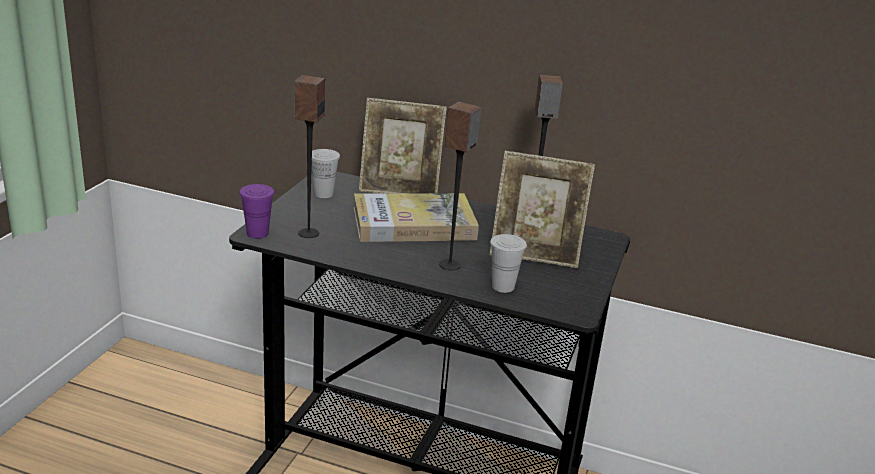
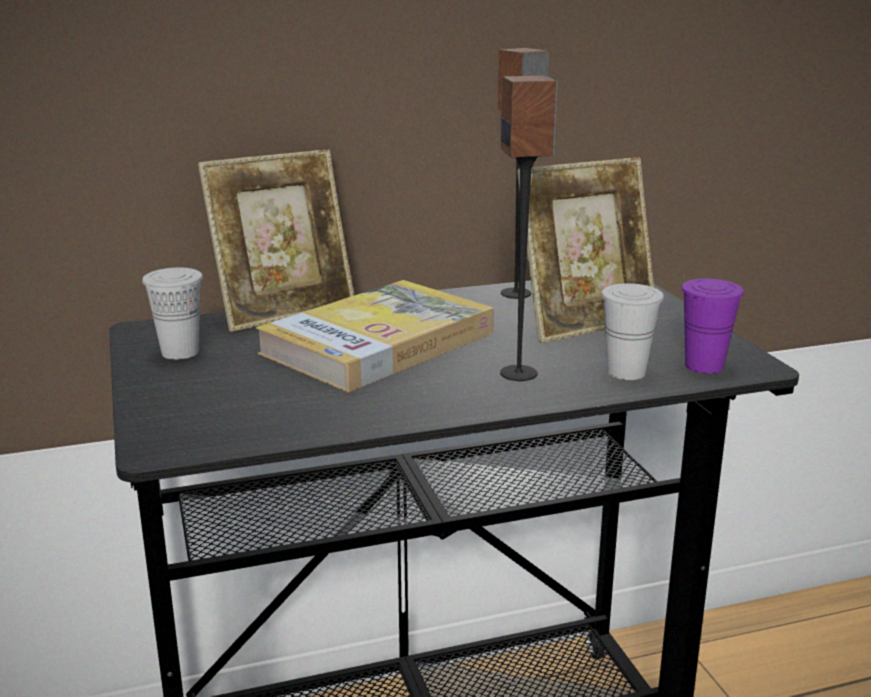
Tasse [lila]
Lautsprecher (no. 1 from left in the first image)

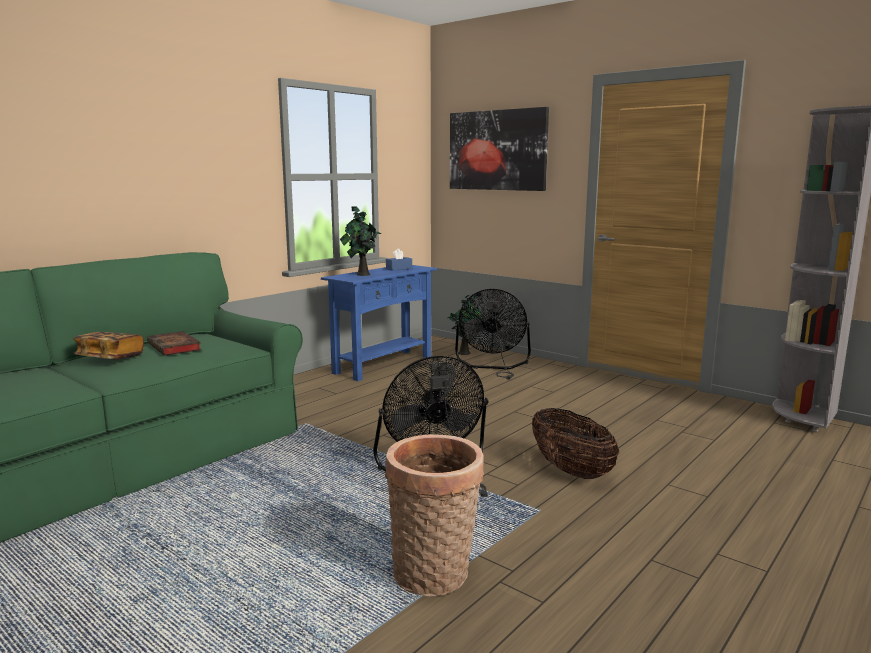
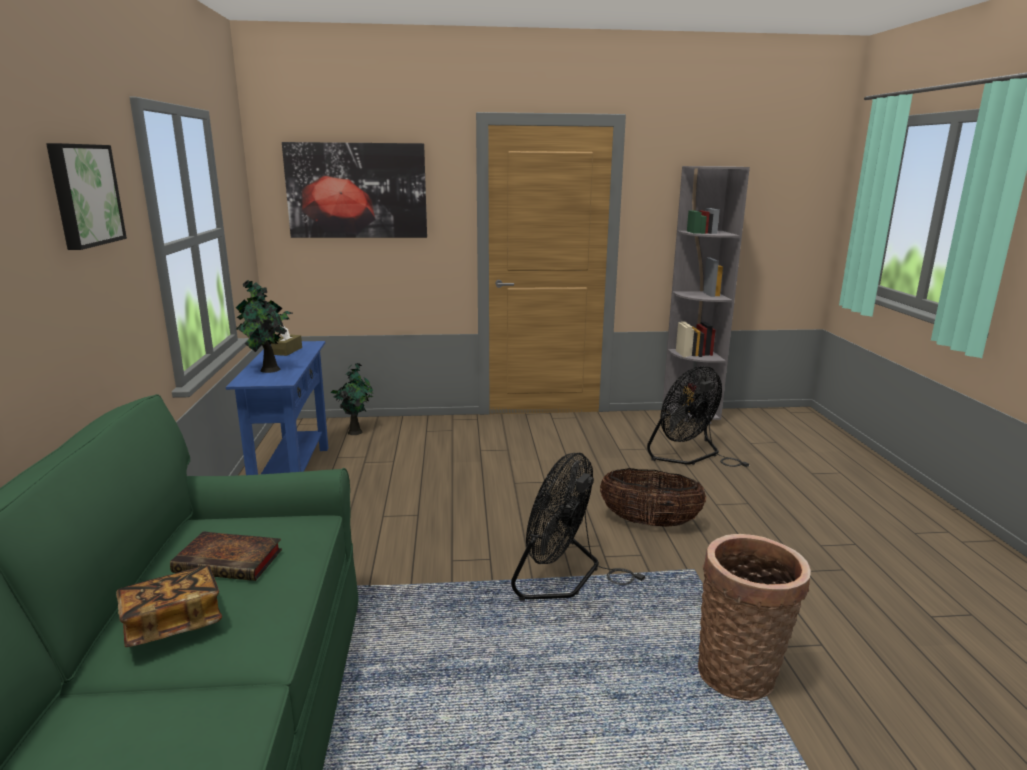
Bild (no. 1 from left)
Taschentuchbox [braun]
Ventilator [schwarz] (no. 2 from left)

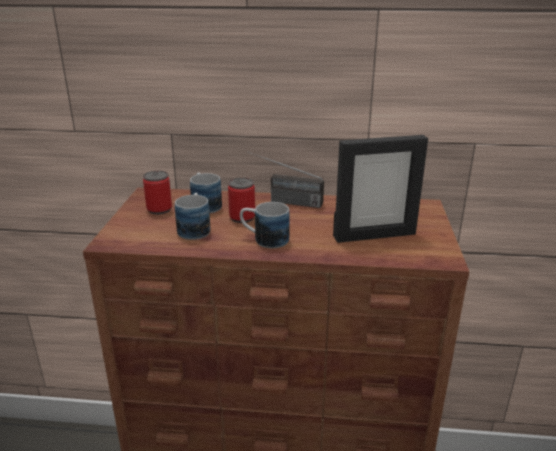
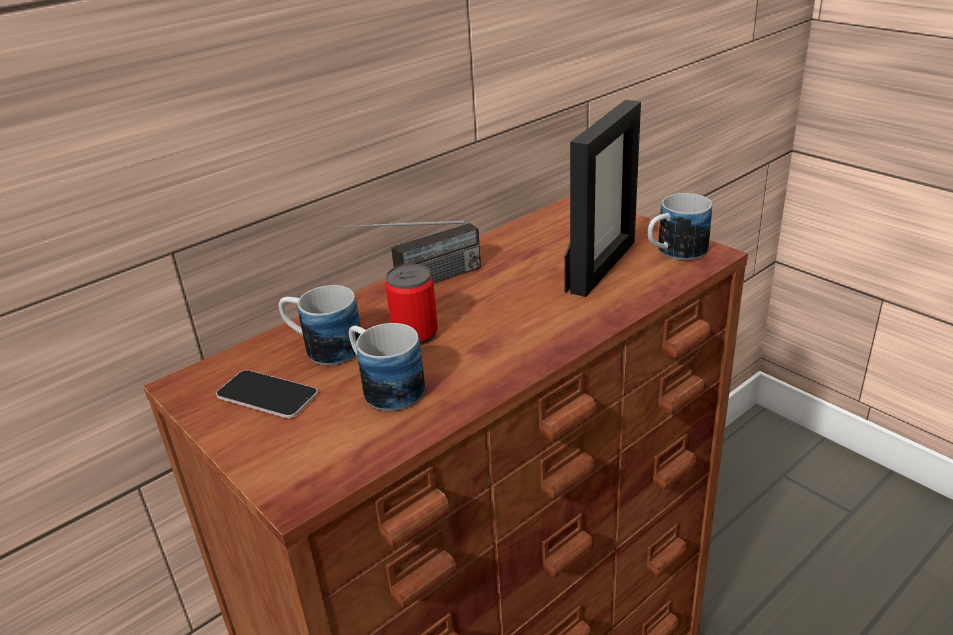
Handy
Henkelbecher (no. 3 from left)

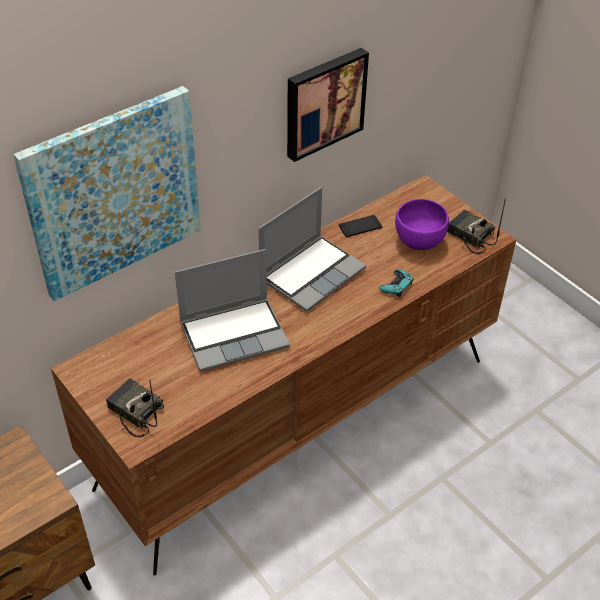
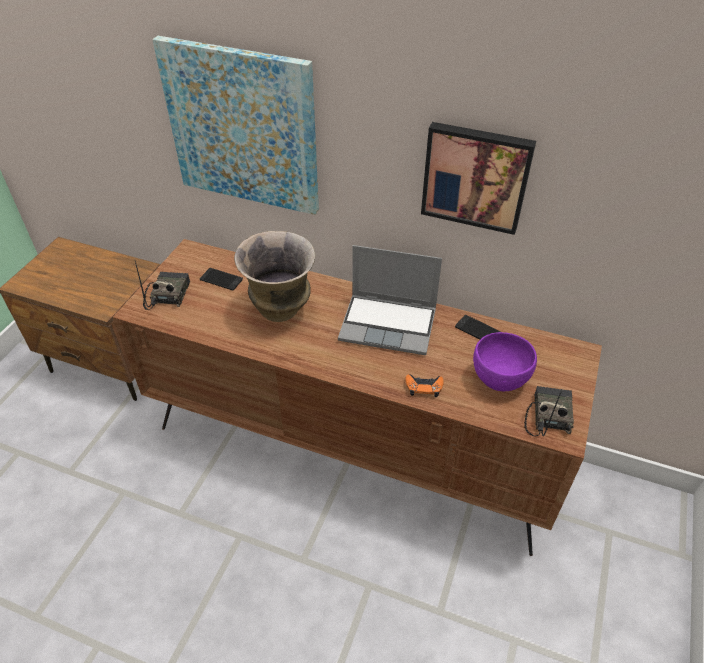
Handy (no. 1 from left)
Vase
Gamepad [orange]

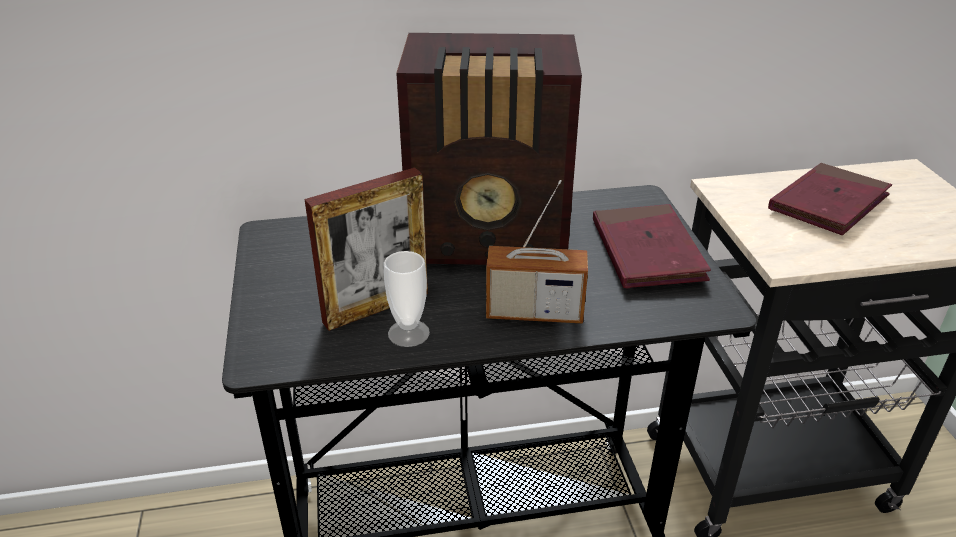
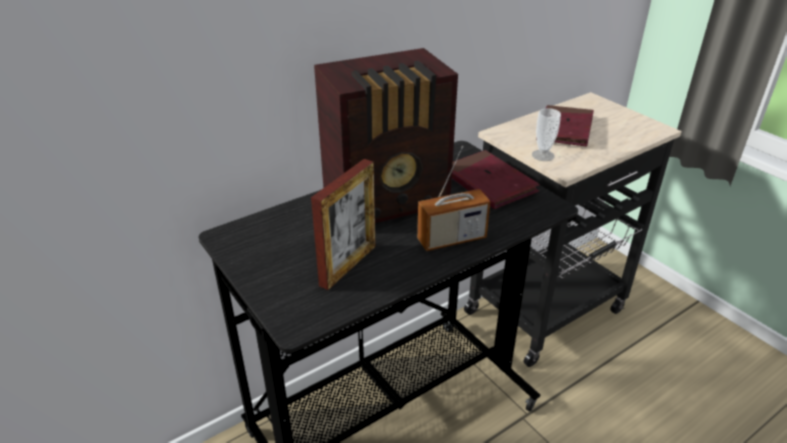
Tasse

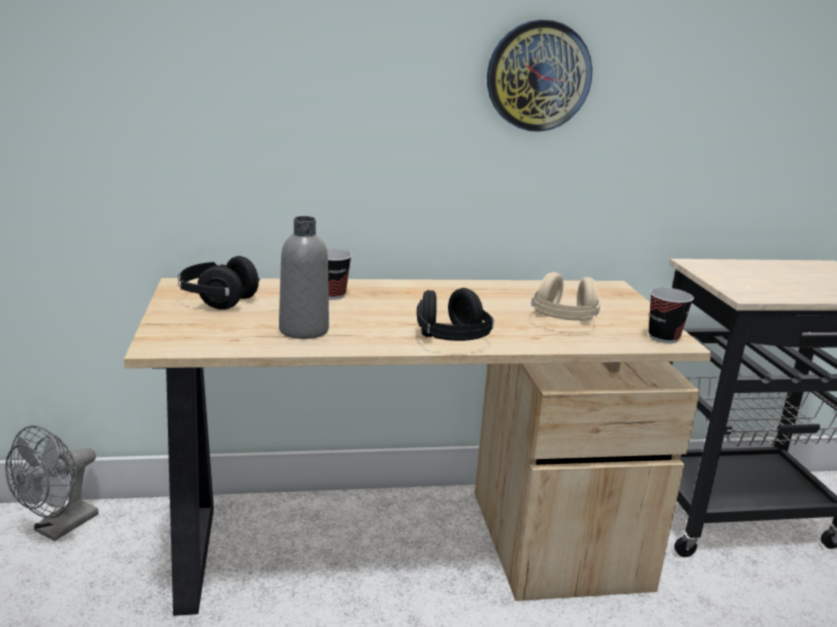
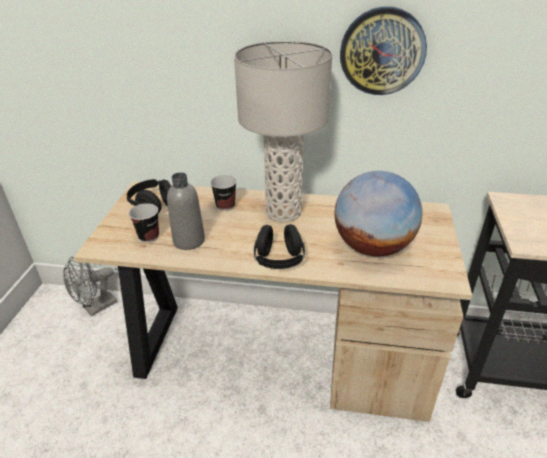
Tasse (no. 1 from left)
Tischlampe [weiß]
Globus

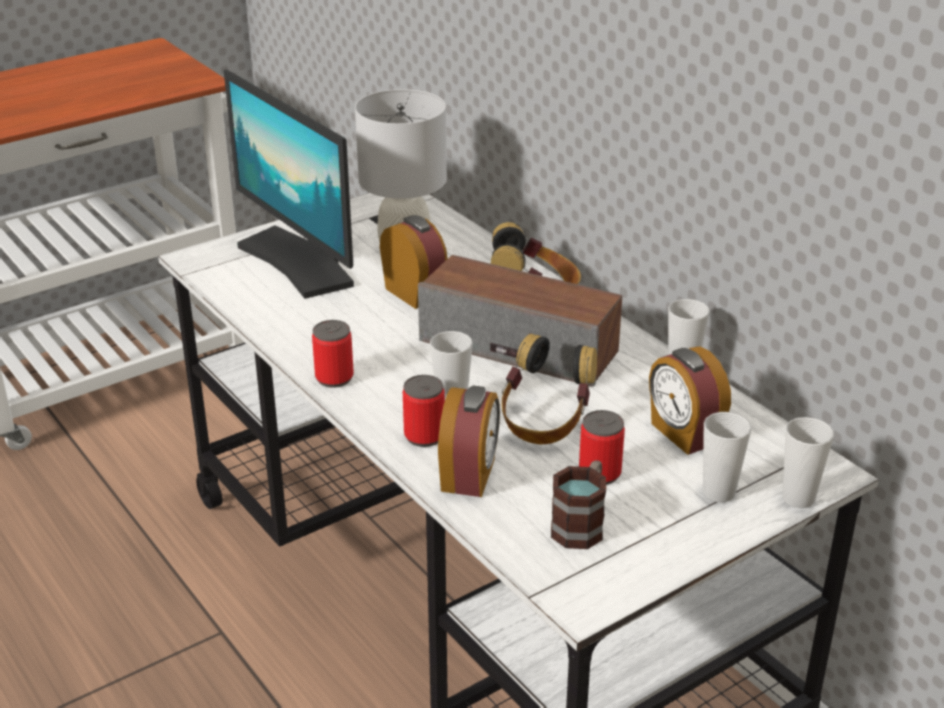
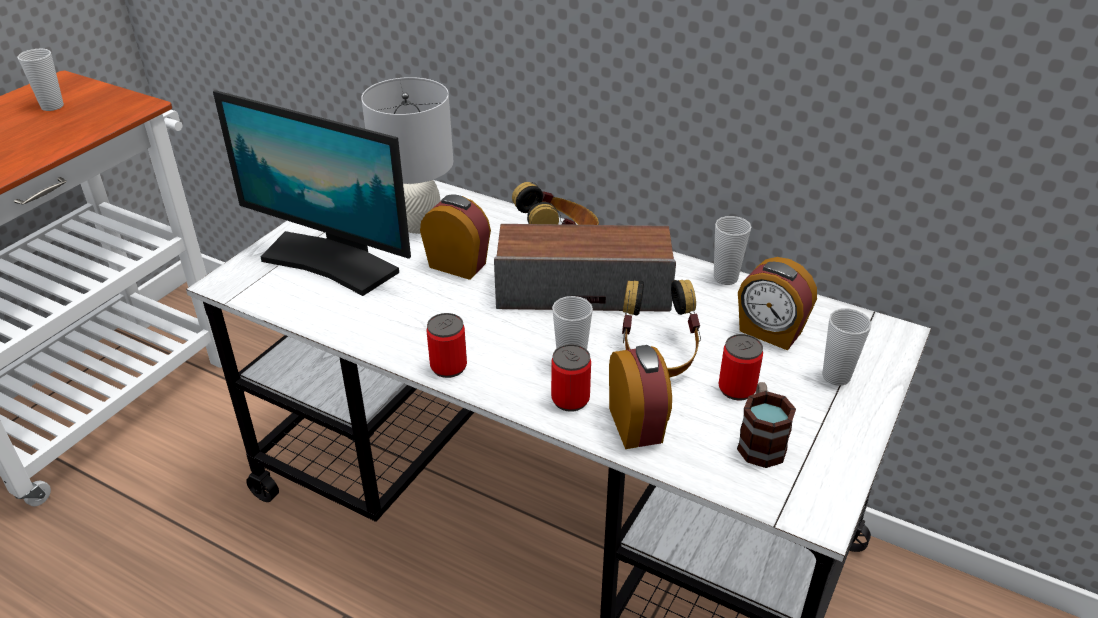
Tasse (no. 1 from left)

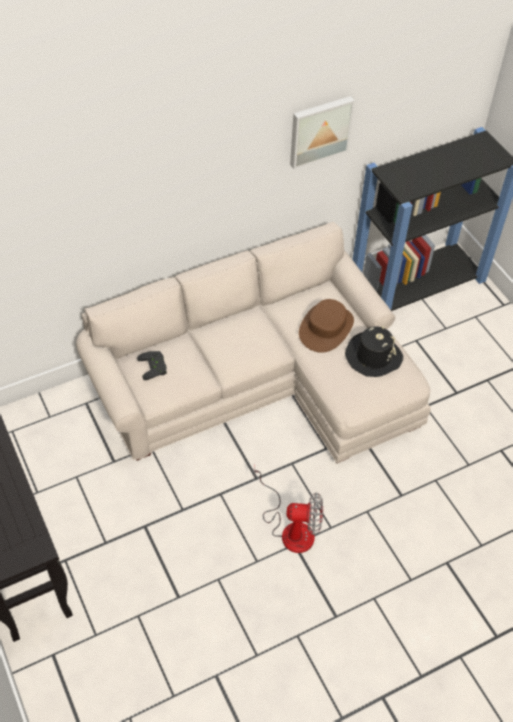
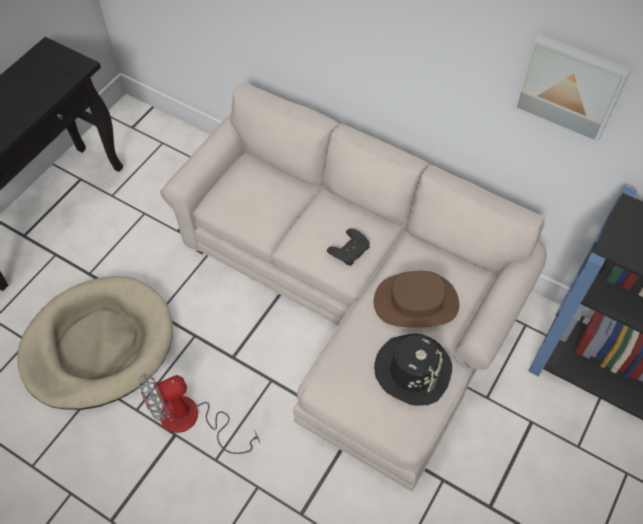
Hundebett [beige]
Ventilator
Gamepad [schwarz]

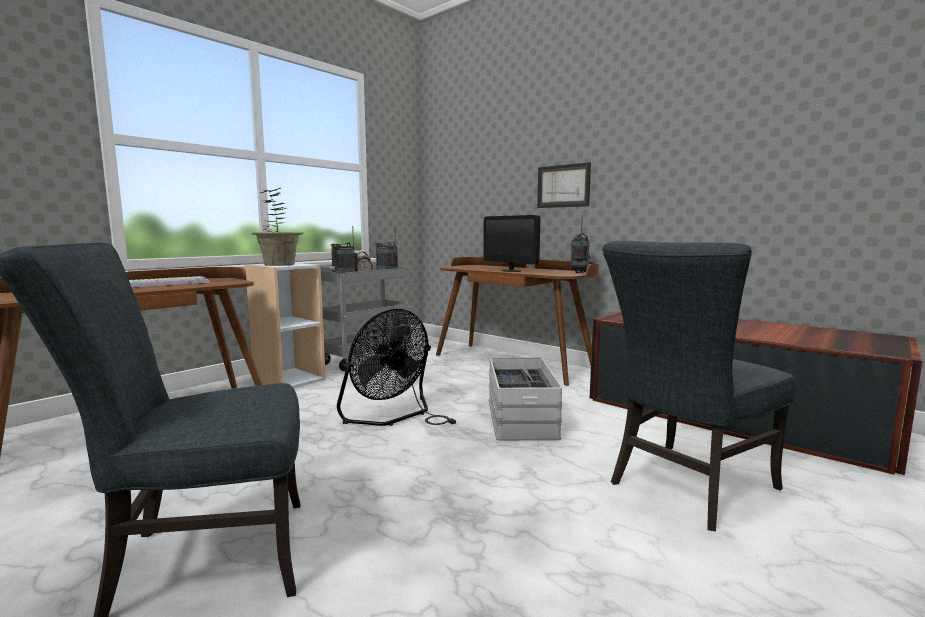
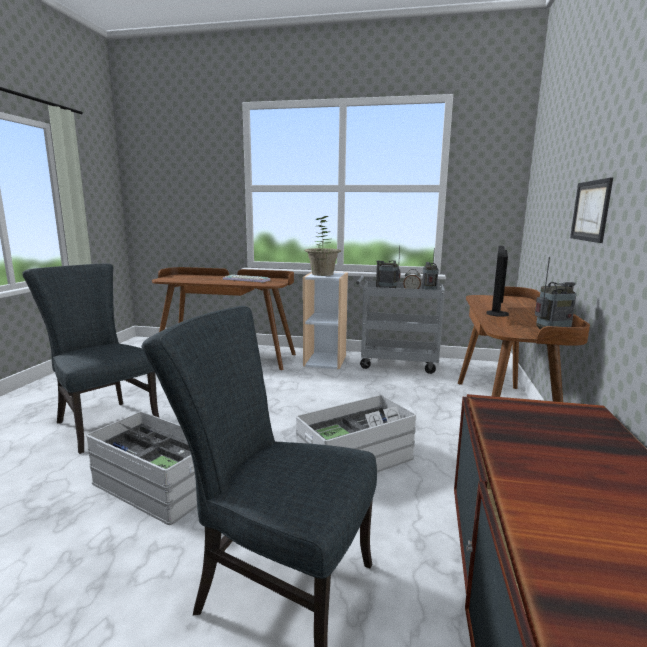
Aufbewahrungsbox [grau] (no. 1 from left)
Ventilator [schwarz]

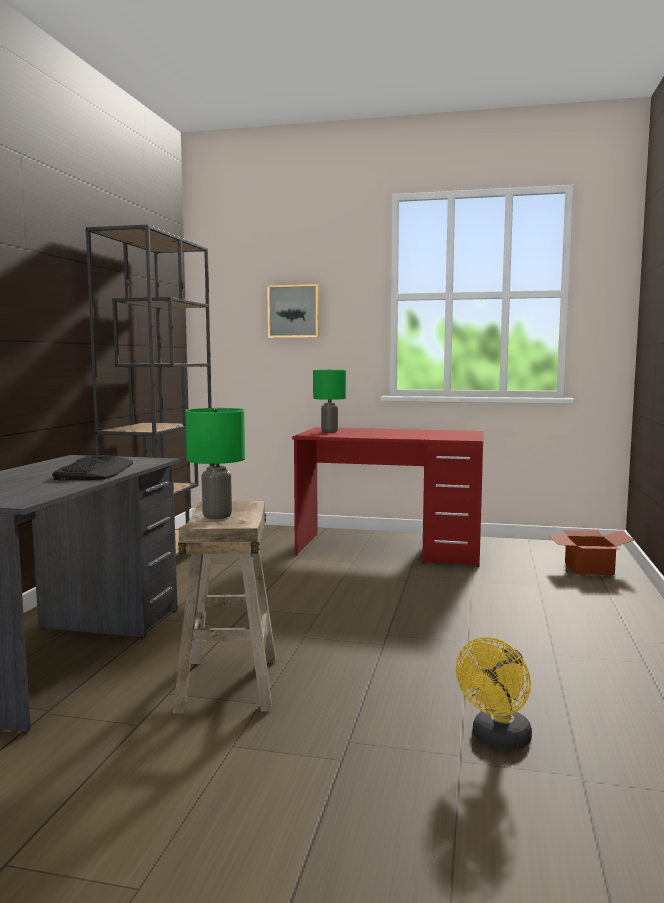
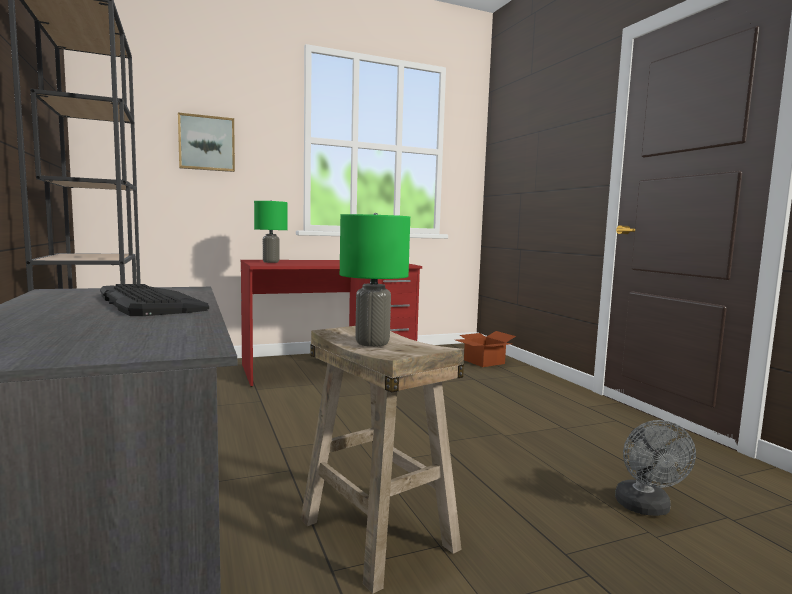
Ventilator [grau]

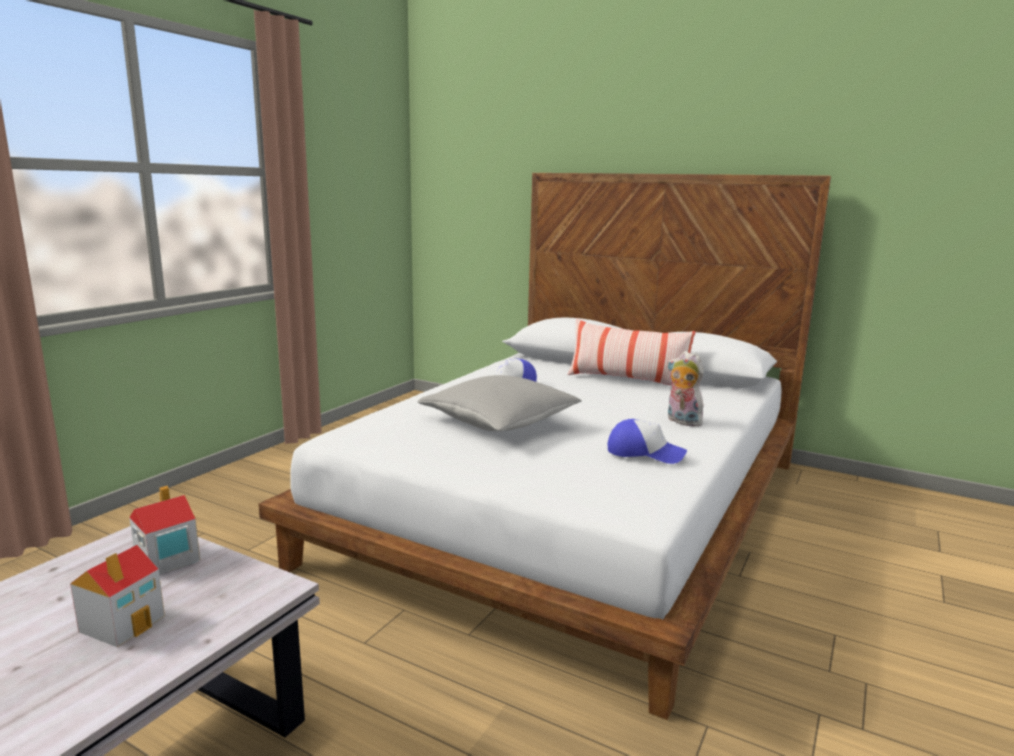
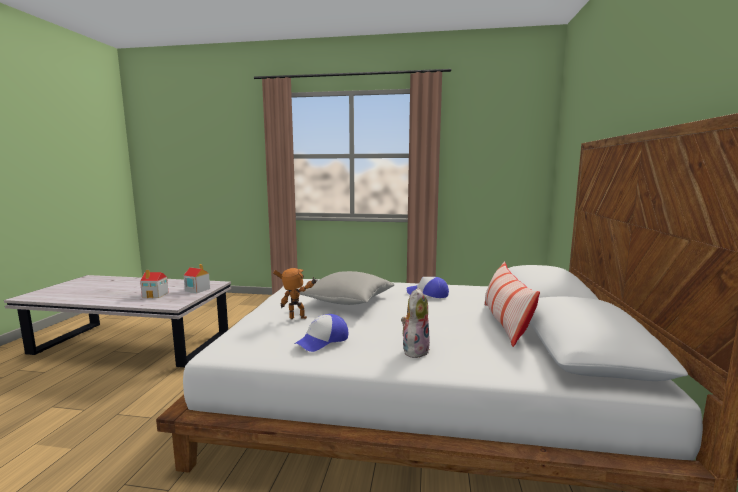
Spielzeugroboter
Kappe (no. 1 from left)

